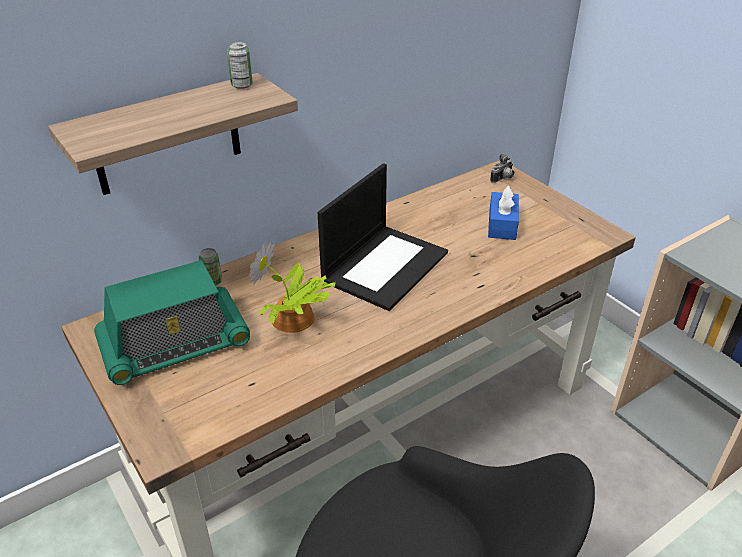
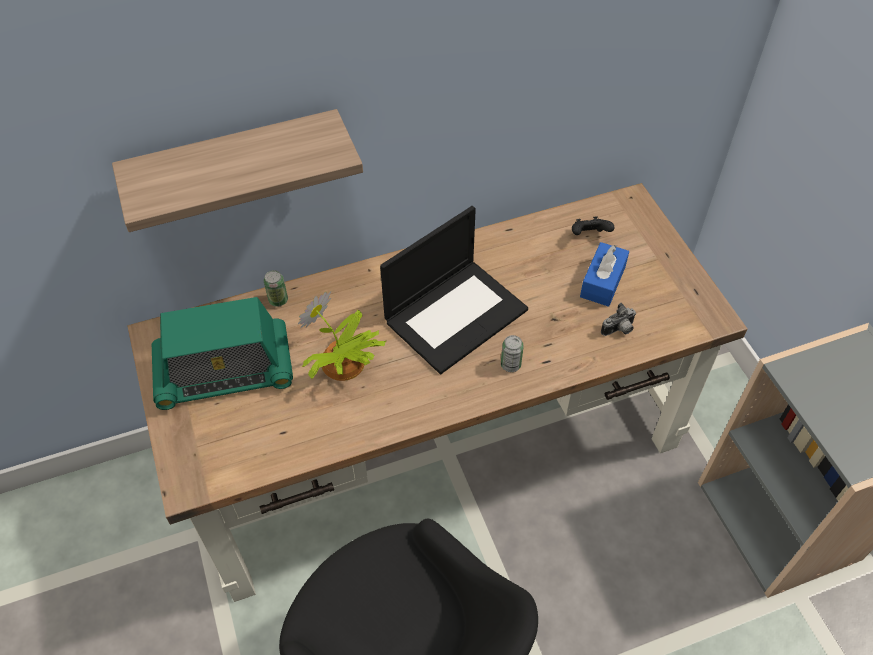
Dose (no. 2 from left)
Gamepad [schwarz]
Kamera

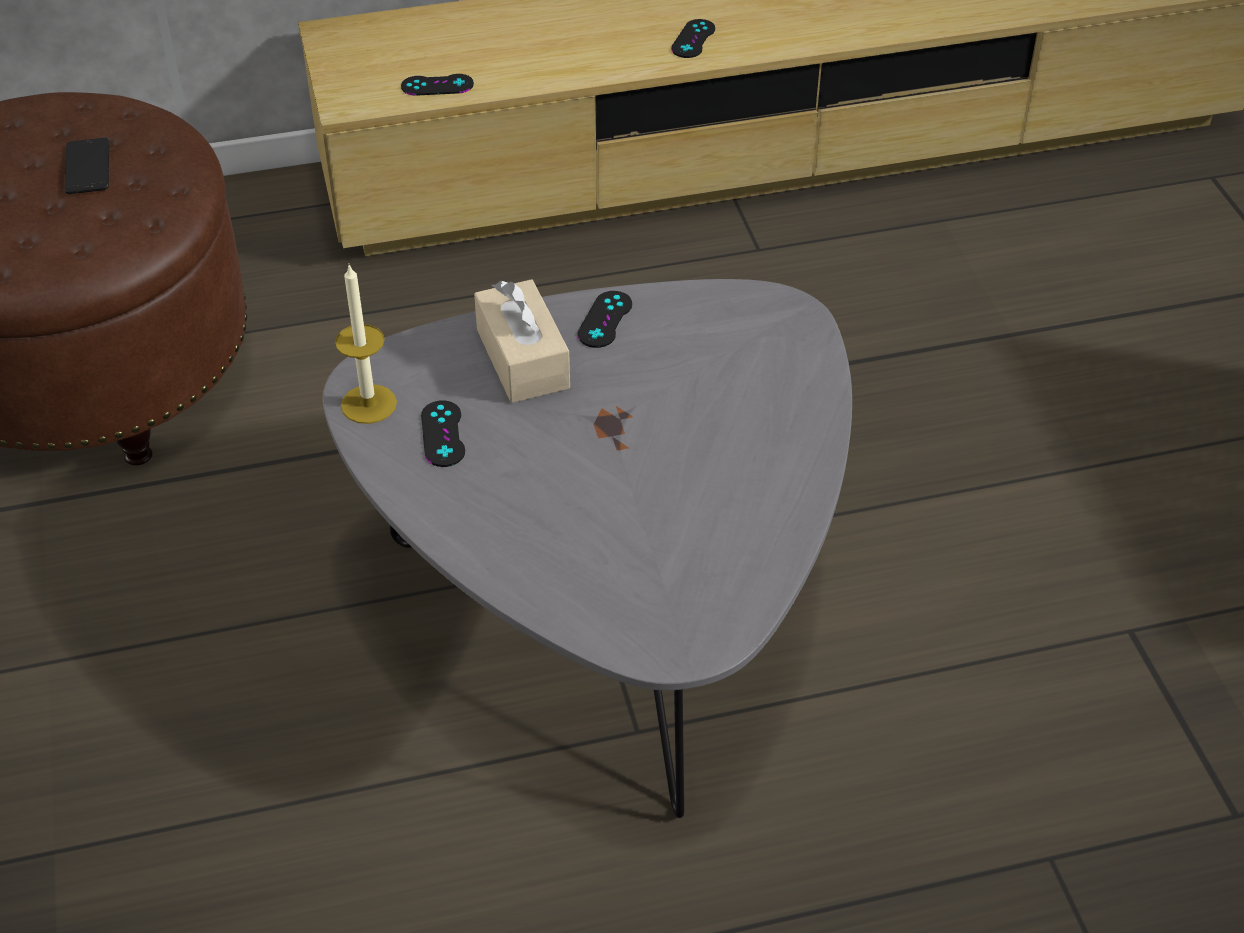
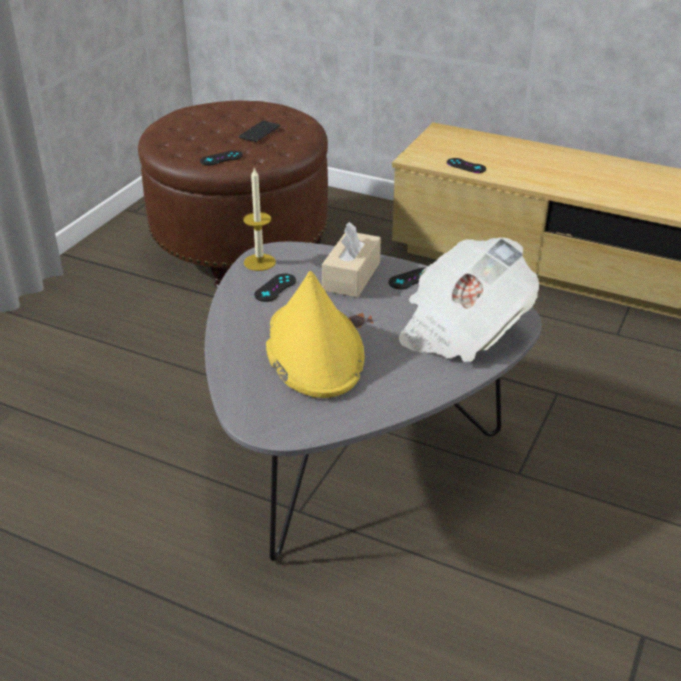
Gamepad [schwarz] (no. 1 from left)
Hut [gelb]
Zeitung

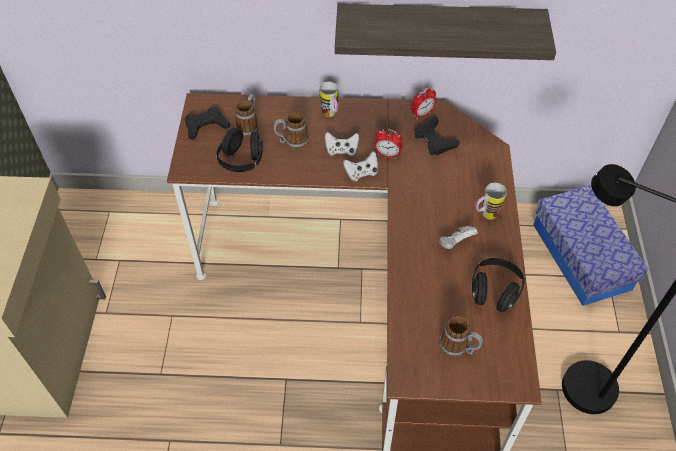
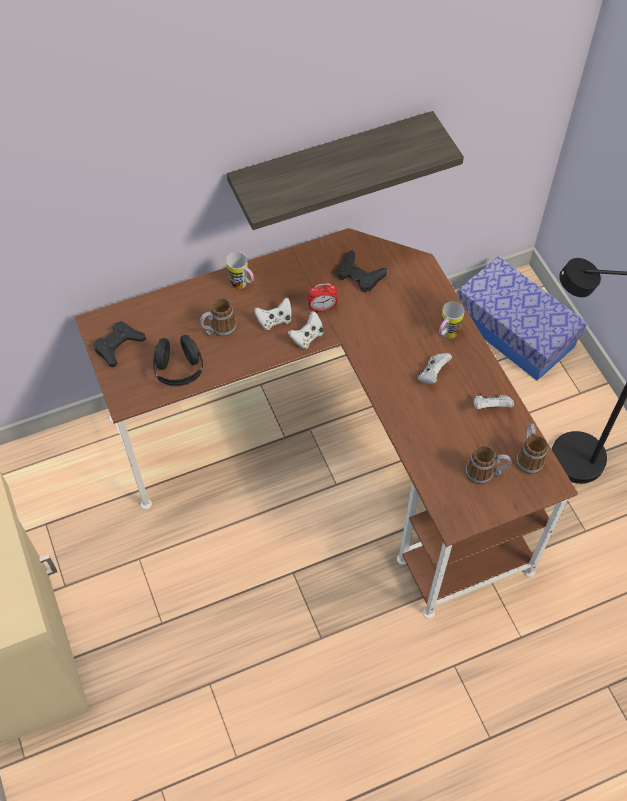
Gamepad [weiß] (no. 4 from left)
Henkelbecher (no. 5 from left)
Wecker (no. 2 from left in the first image)

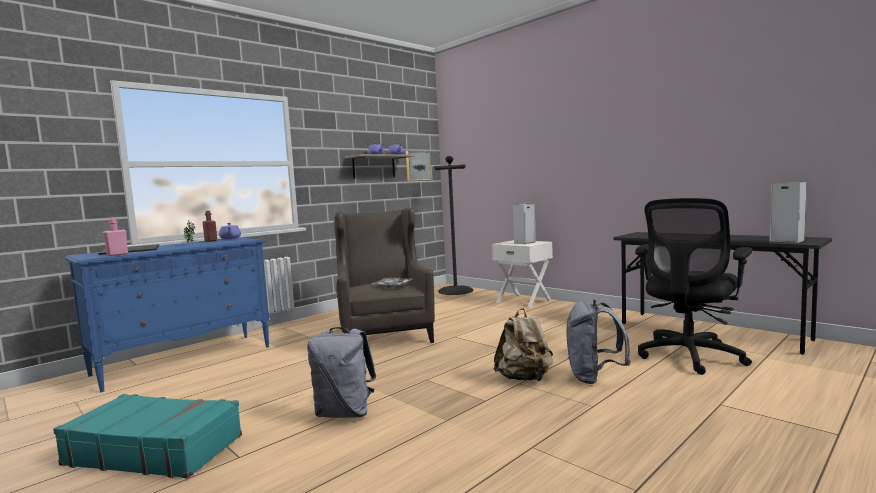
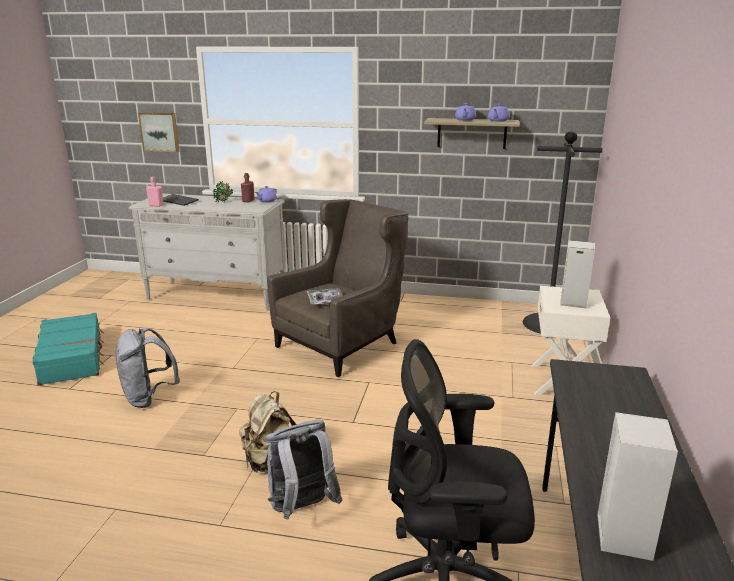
Kommode [weiß]
Bild

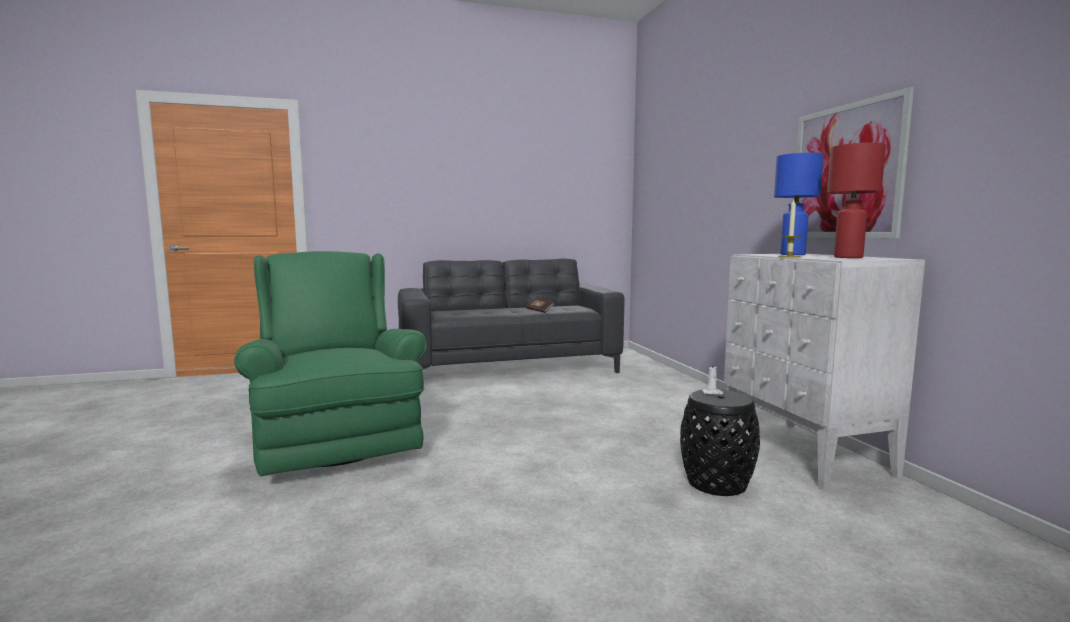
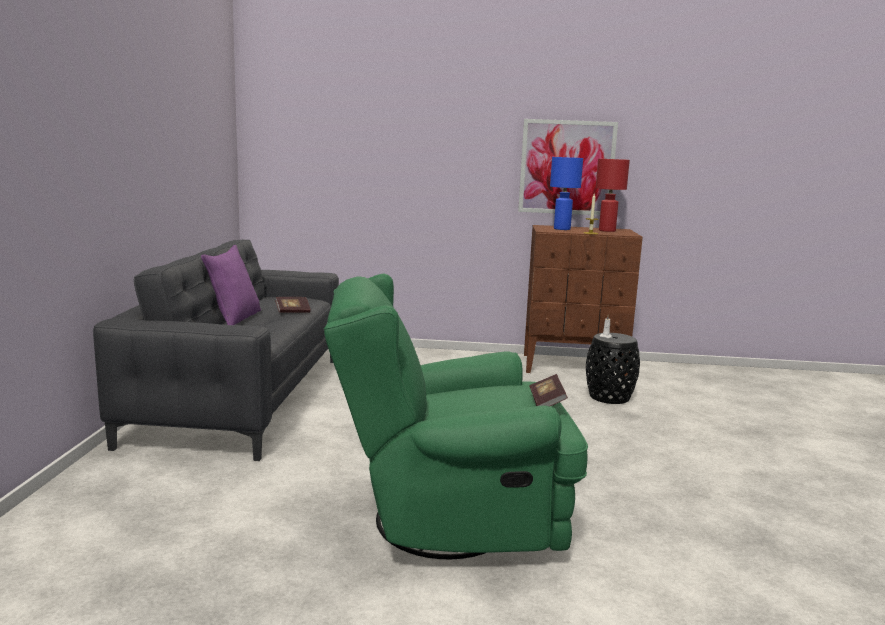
Kissen [lila]
Kommode [braun]
Buch (no. 2 from left)

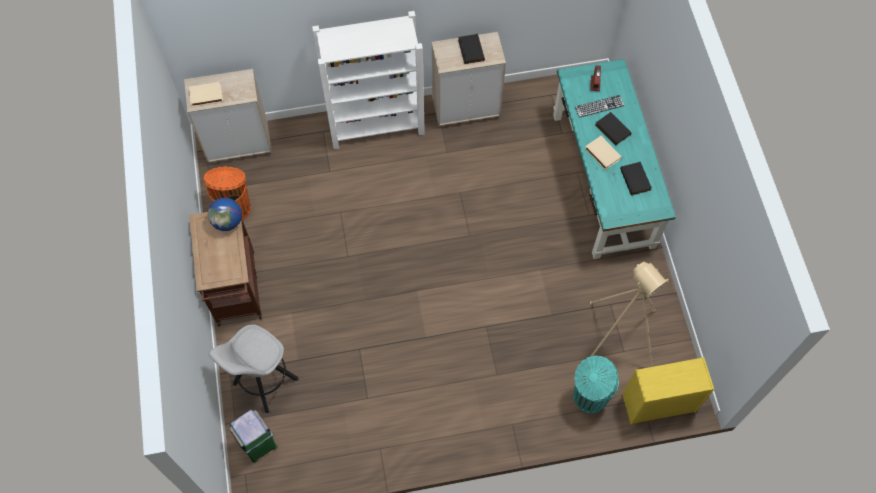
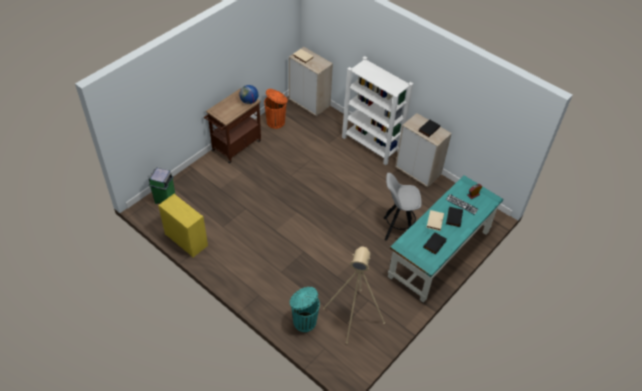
Kommode [gelb]
Hocker [grau]

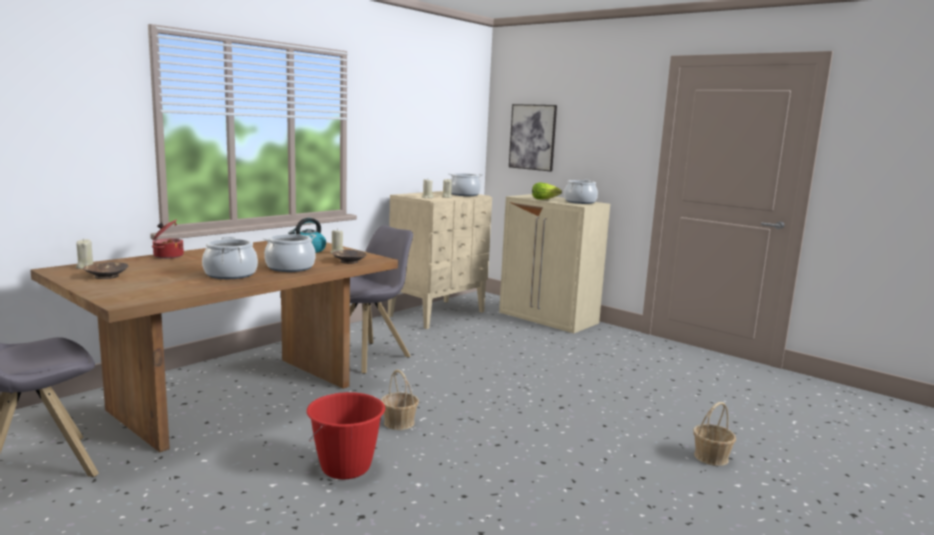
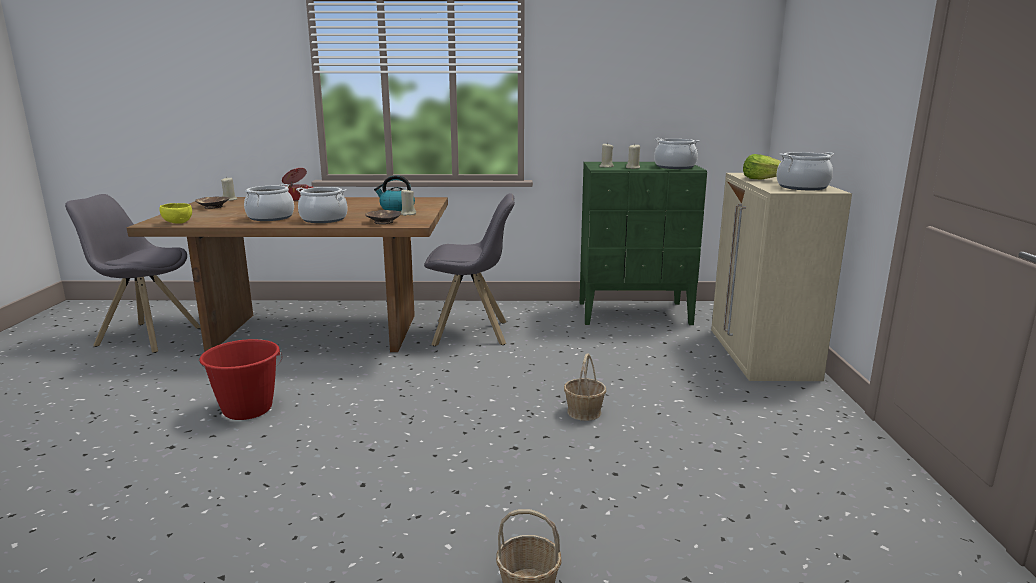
Schüssel [gelb]
Korb (no. 2 from left)
Kommode [grün]
Bild

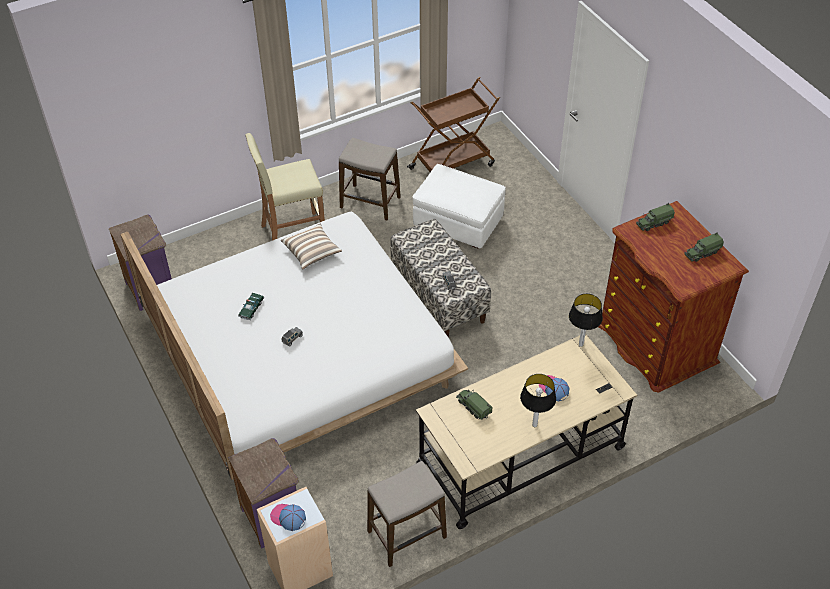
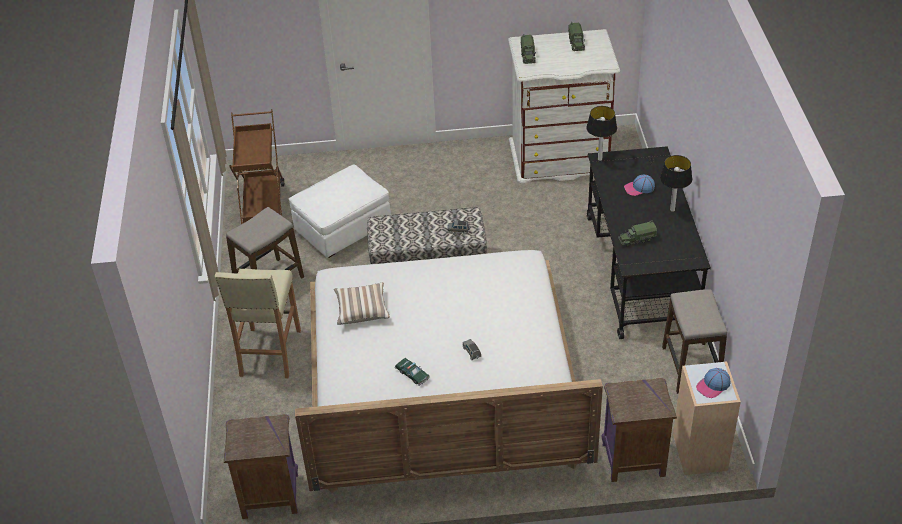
Kommode [weiß]
Schreibtisch [schwarz]

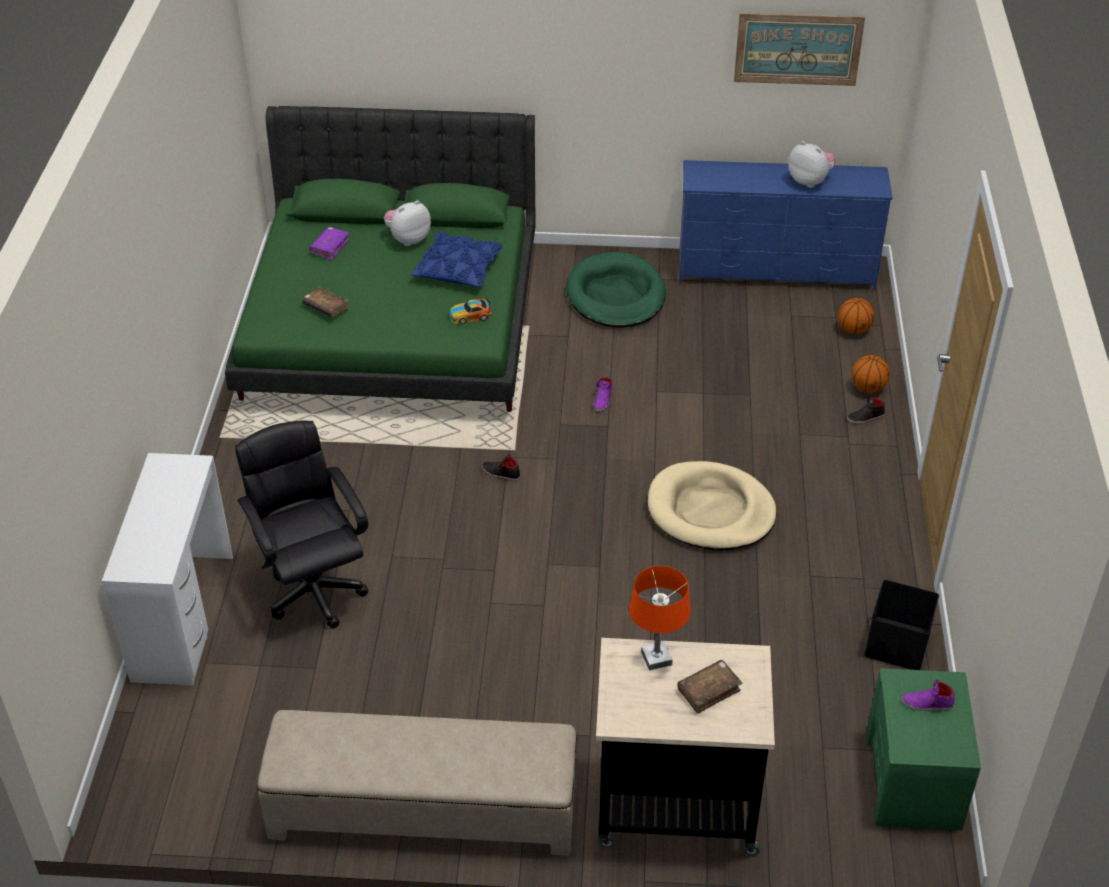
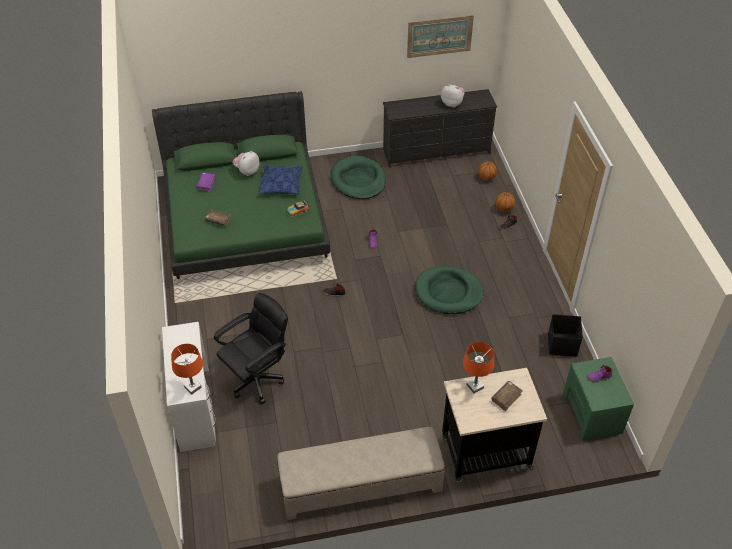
Tischlampe [orange] (no. 1 from left)
Bürostuhl [schwarz]
Kommode [schwarz]
Hundebett [grün] (no. 2 from left)

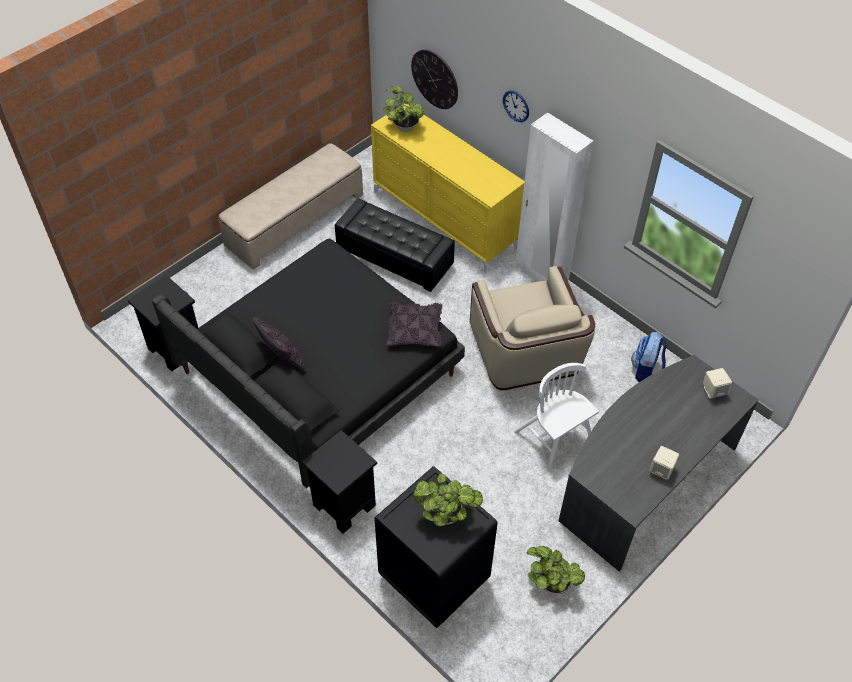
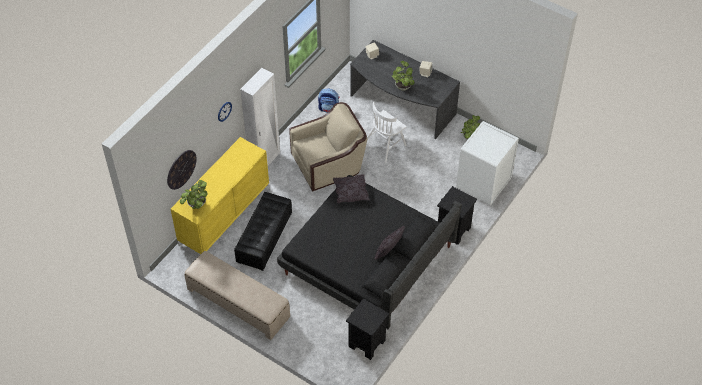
Topfpflanze (no. 2 from left)
Kommode [weiß]

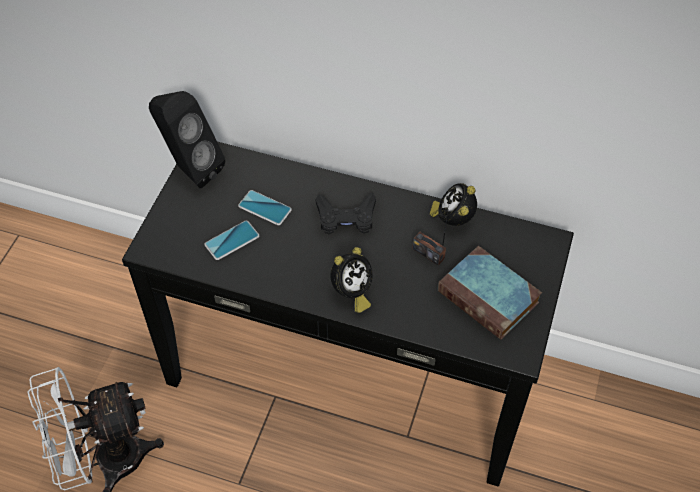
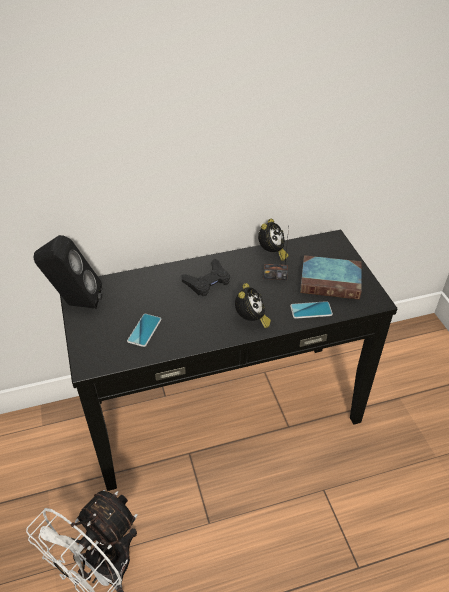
Wecker (no. 2 from left)
Handy (no. 2 from left)

